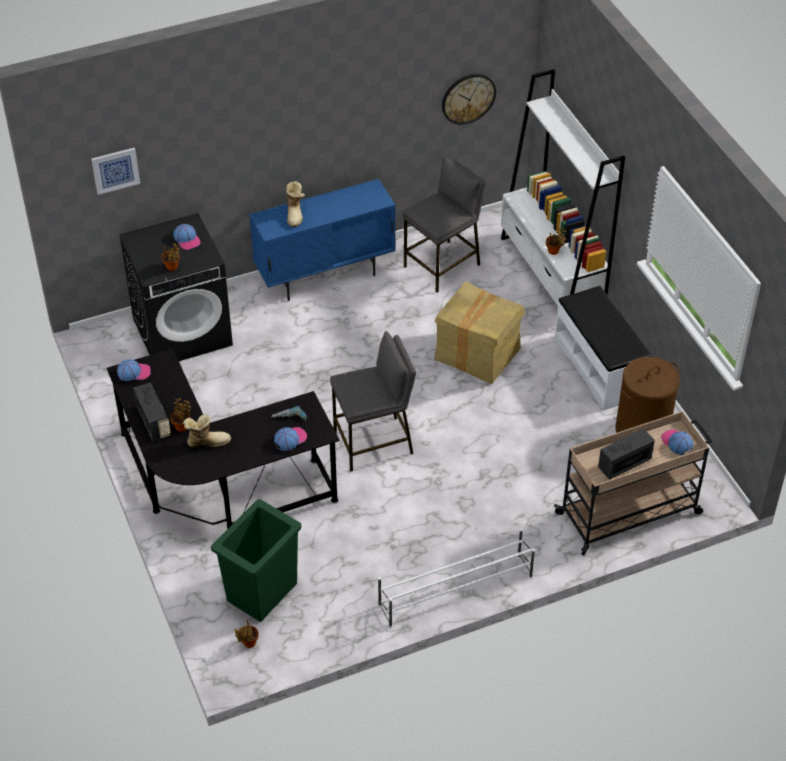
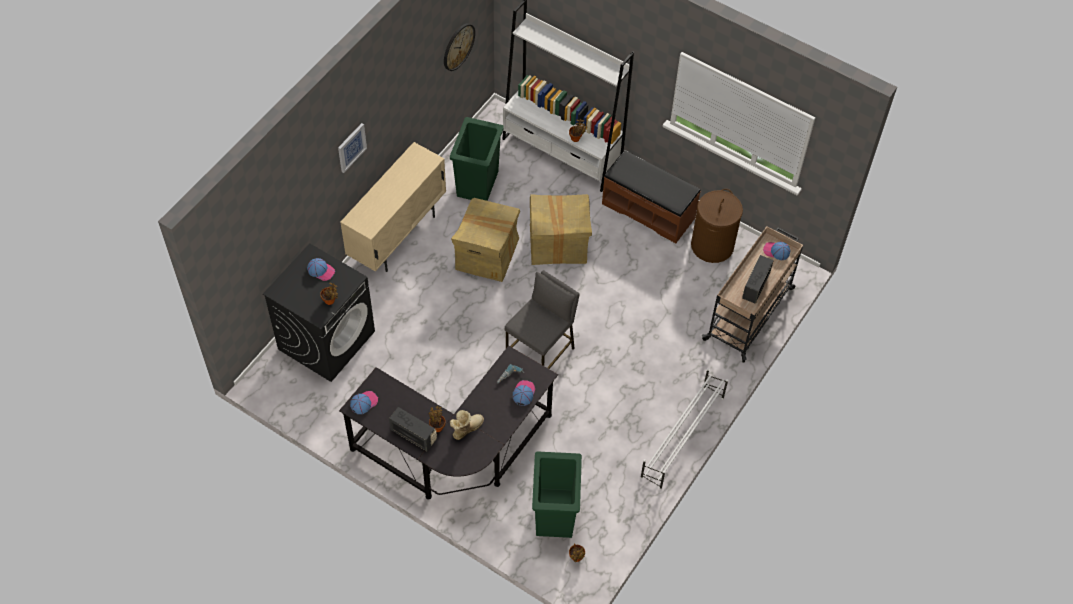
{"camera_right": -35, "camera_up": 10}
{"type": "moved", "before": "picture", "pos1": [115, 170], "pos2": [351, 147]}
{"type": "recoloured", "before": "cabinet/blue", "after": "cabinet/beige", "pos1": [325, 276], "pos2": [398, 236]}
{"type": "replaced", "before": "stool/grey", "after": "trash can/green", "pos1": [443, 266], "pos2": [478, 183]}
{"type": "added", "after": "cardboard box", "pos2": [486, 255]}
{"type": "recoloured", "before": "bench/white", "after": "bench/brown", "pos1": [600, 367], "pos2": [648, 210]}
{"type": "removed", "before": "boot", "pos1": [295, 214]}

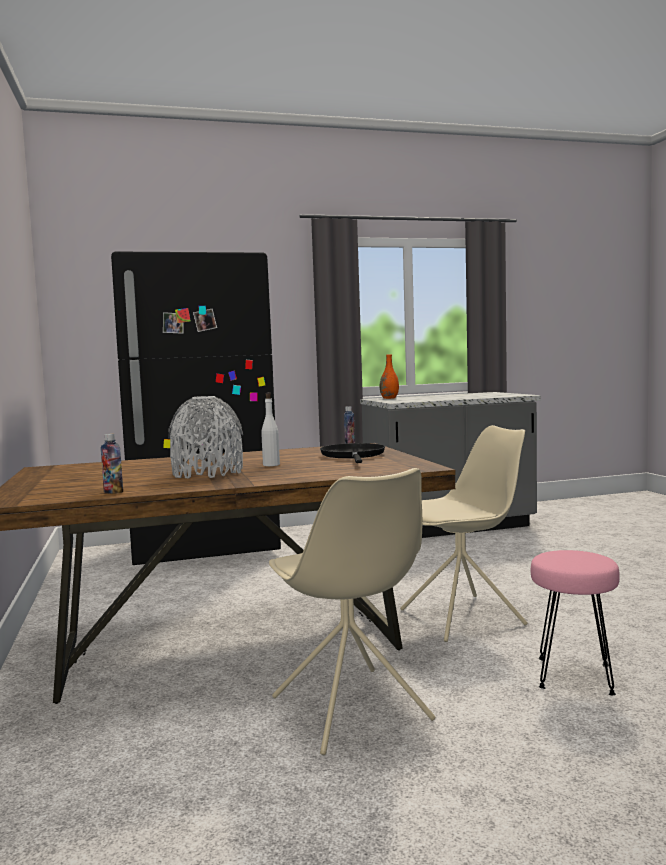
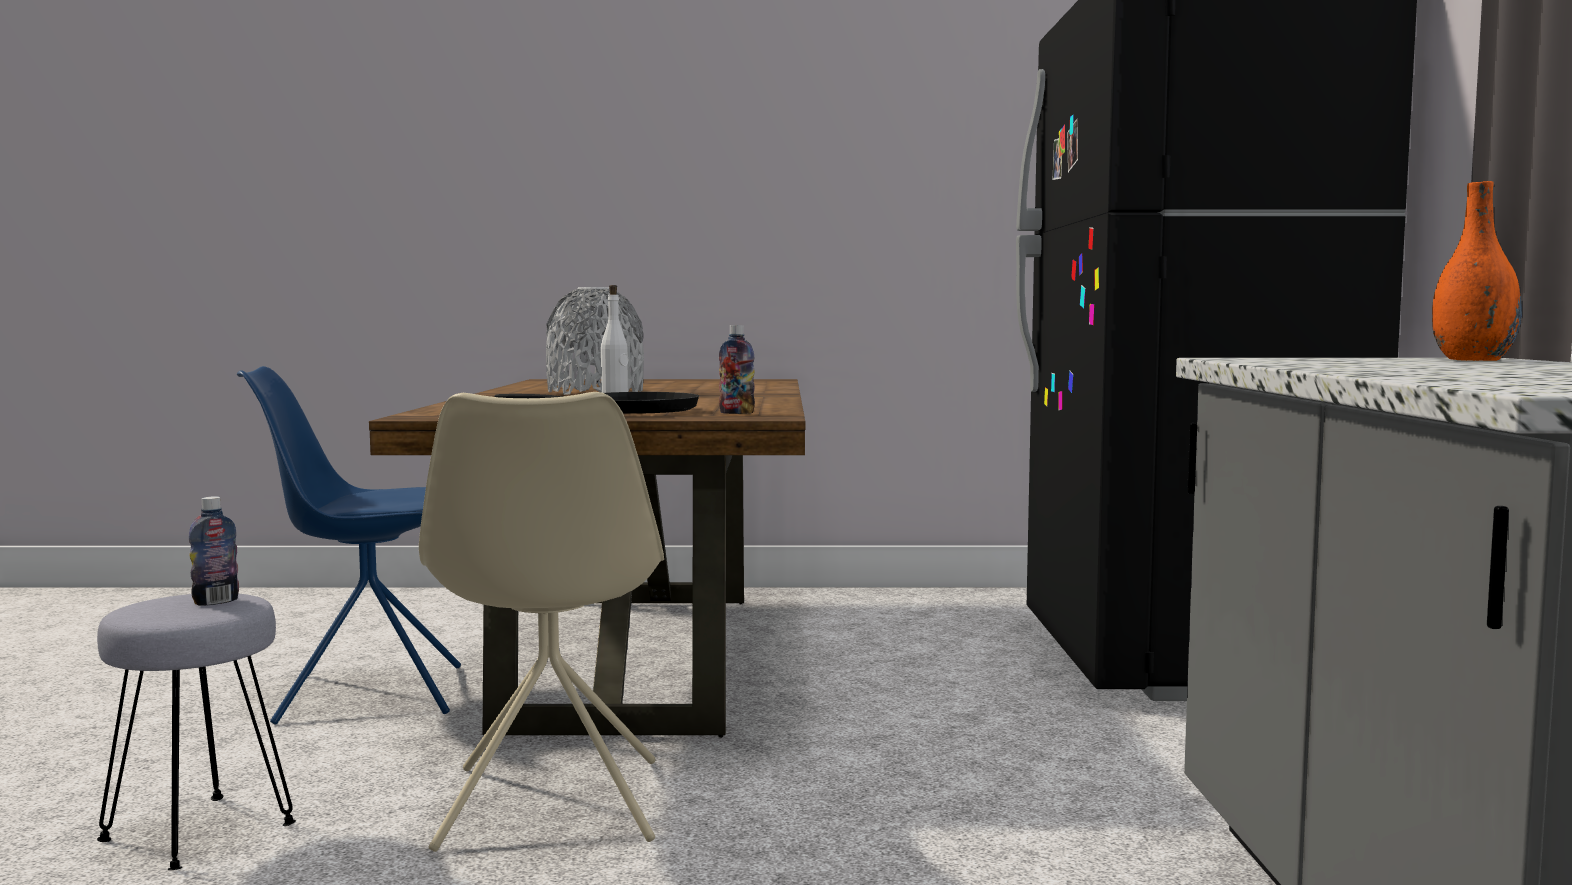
{"camera_right": 105, "camera_up": 0}
{"type": "recoloured", "before": "stool/pink", "after": "stool/grey", "pos1": [573, 676], "pos2": [201, 831]}
{"type": "moved", "before": "bottle", "pos1": [113, 492], "pos2": [216, 602]}
{"type": "recoloured", "before": "chair/beige", "after": "chair/blue", "pos1": [351, 710], "pos2": [367, 694]}

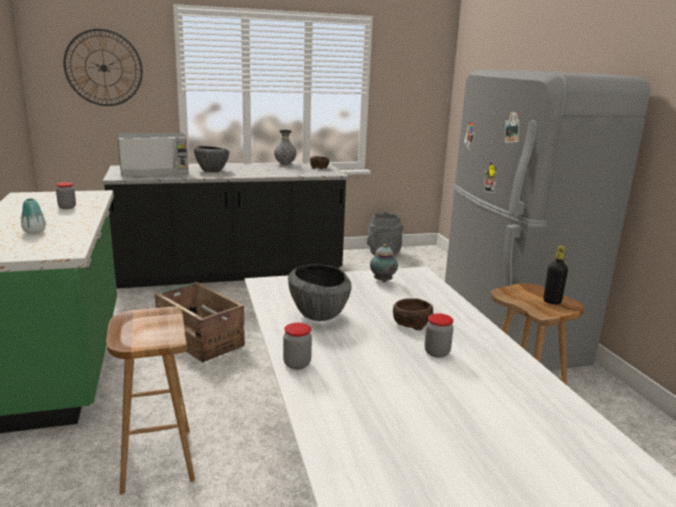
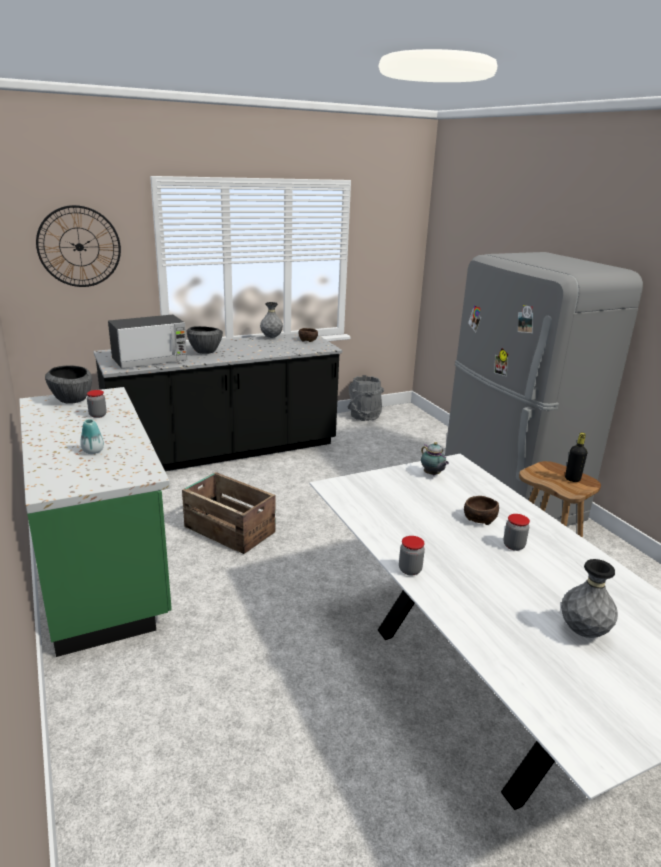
{"camera_right": -10, "camera_up": 5}
{"type": "moved", "before": "bowl", "pos1": [319, 315], "pos2": [72, 400]}
{"type": "added", "after": "vase/grey", "pos2": [583, 632]}
{"type": "removed", "before": "stool/brown", "pos1": [156, 459]}

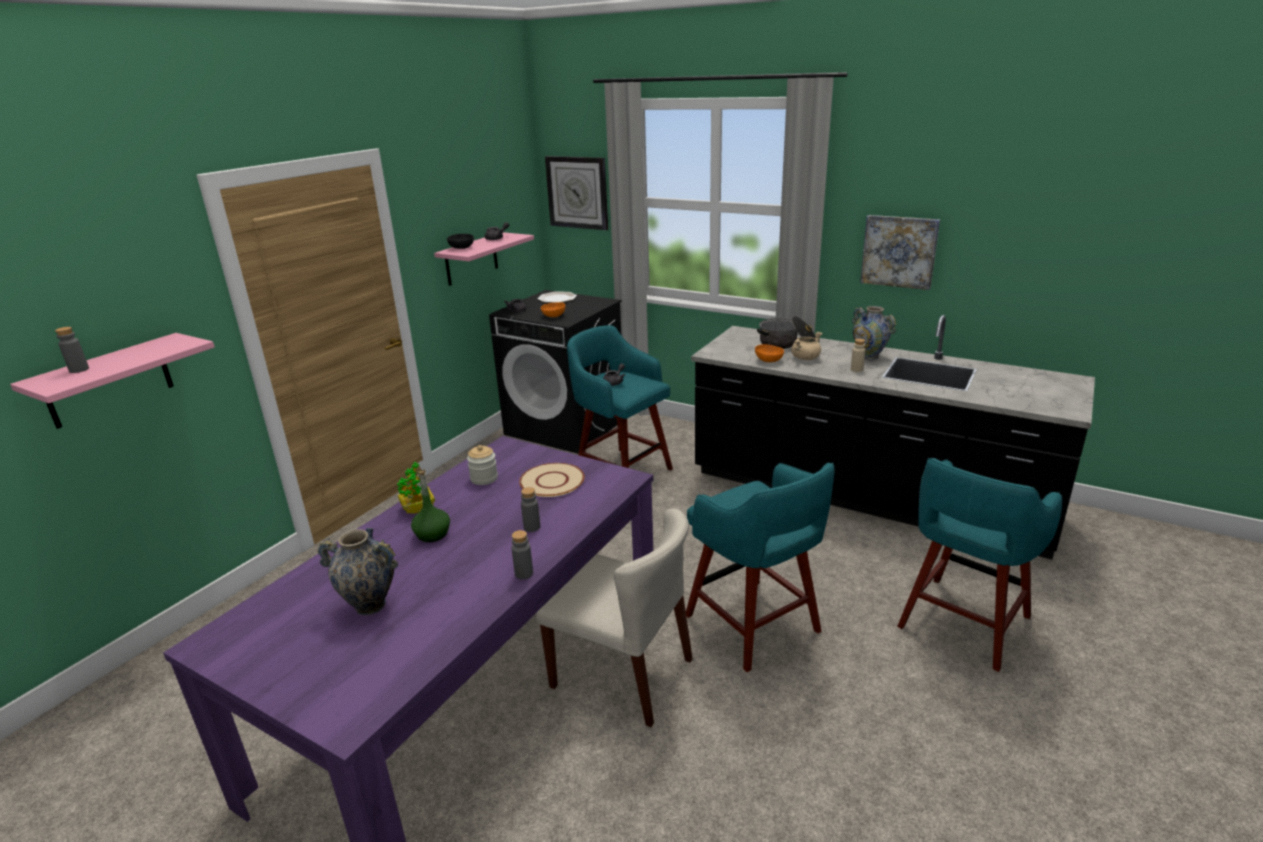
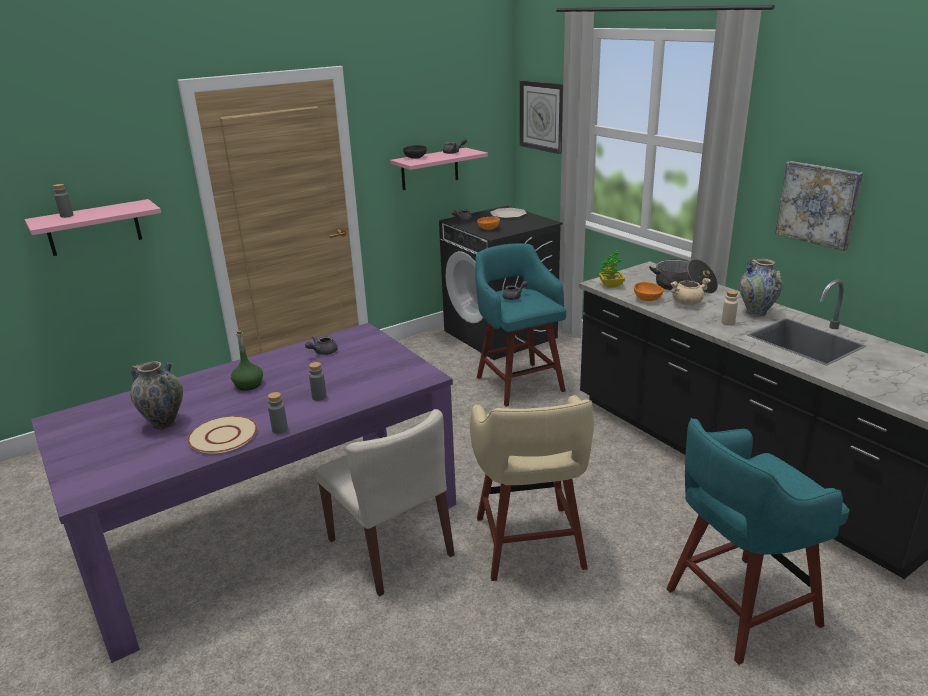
{"camera_right": 25, "camera_up": 0}
{"type": "moved", "before": "plate/beige", "pos1": [551, 481], "pos2": [223, 436]}
{"type": "replaced", "before": "jar", "after": "teapot/grey", "pos1": [484, 478], "pos2": [322, 352]}
{"type": "recoloured", "before": "stool/turquoise", "after": "stool/beige", "pos1": [754, 626], "pos2": [529, 545]}
{"type": "moved", "before": "potted plant", "pos1": [418, 509], "pos2": [611, 285]}

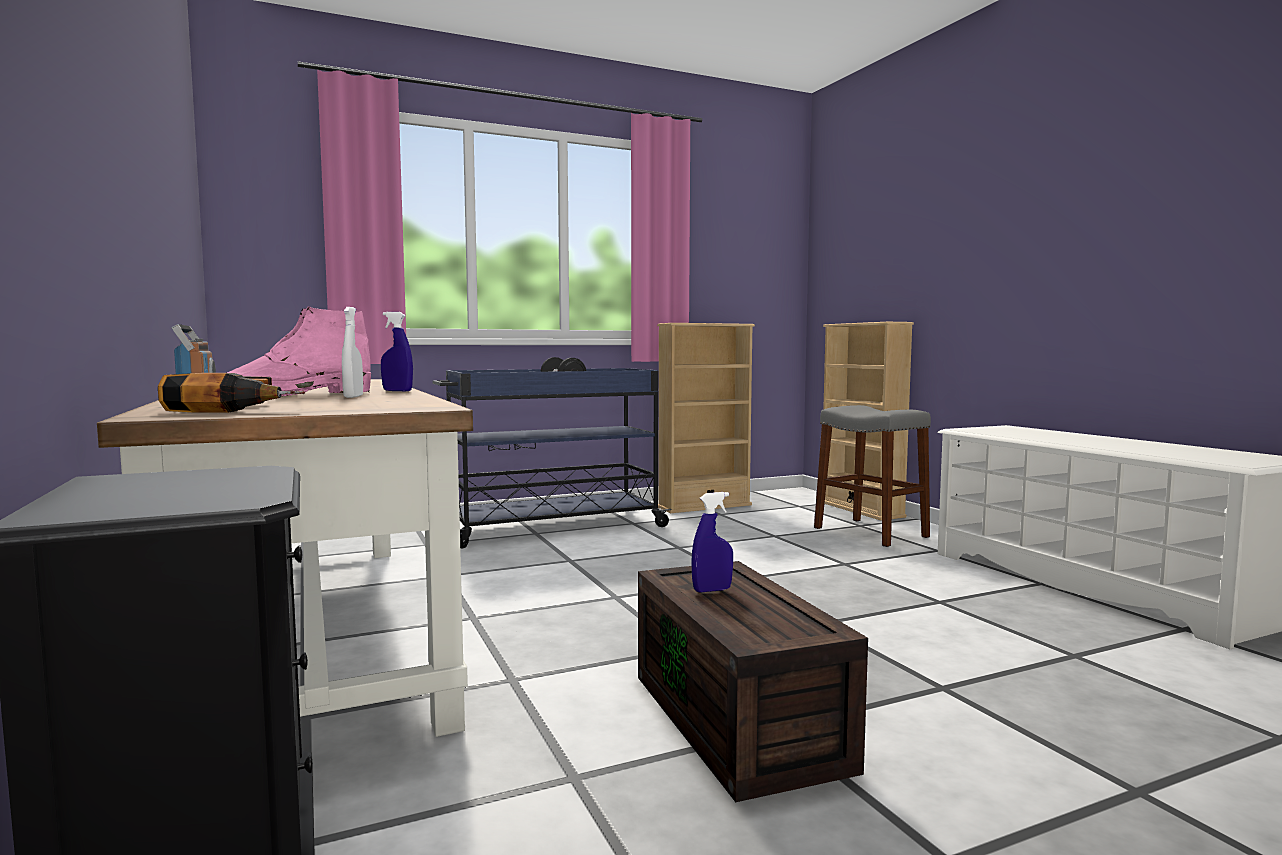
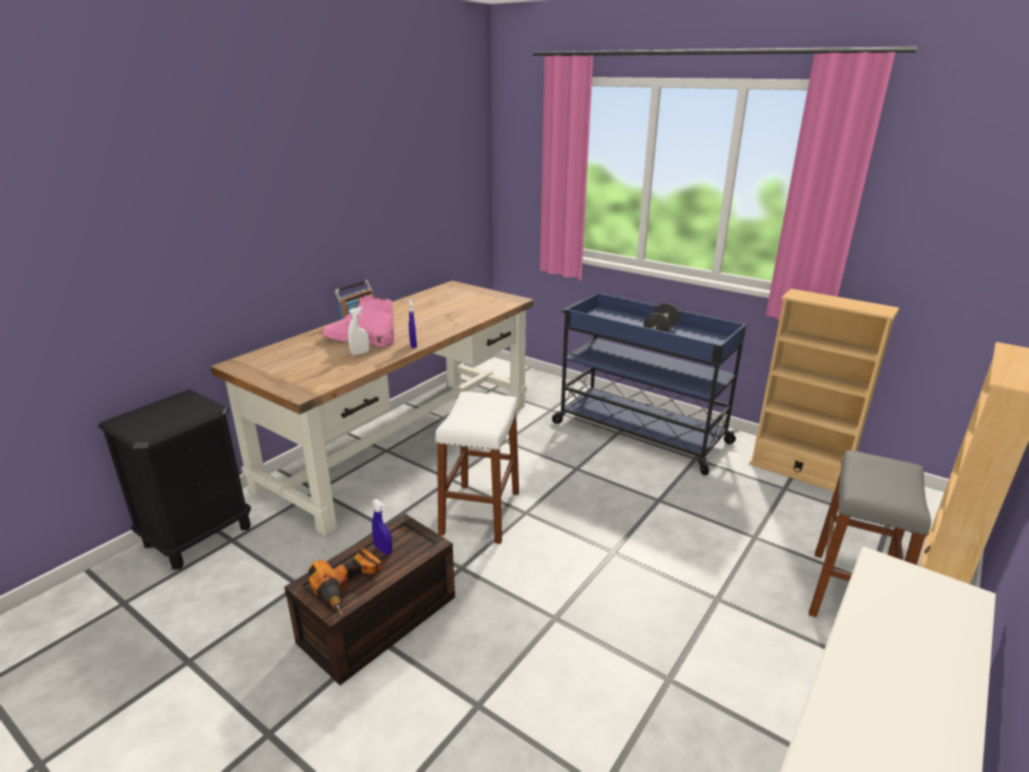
{"camera_right": 60, "camera_up": 20}
{"type": "moved", "before": "power drill", "pos1": [242, 408], "pos2": [349, 586]}
{"type": "added", "after": "stool/white", "pos2": [480, 512]}

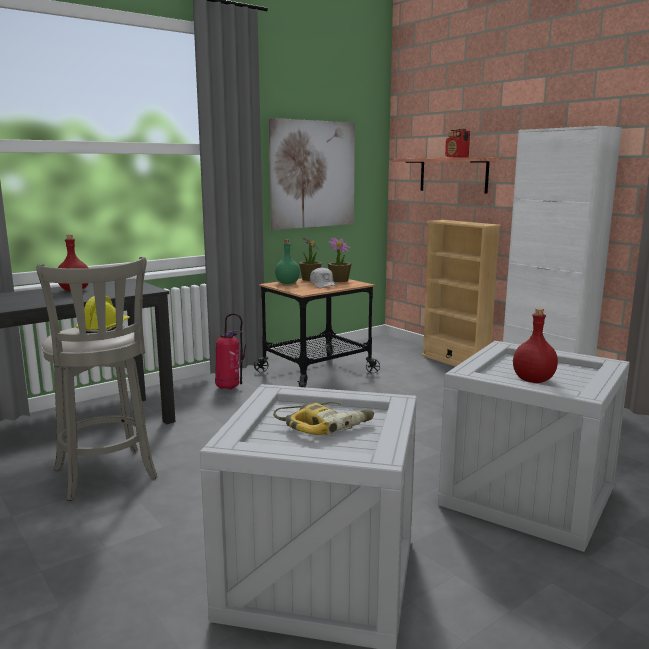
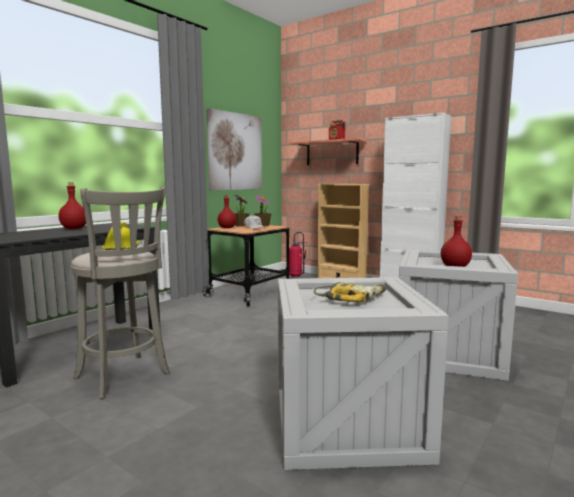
{"camera_right": -15, "camera_up": -5}
{"type": "recoloured", "before": "bottle/green", "after": "bottle/red", "pos1": [287, 283], "pos2": [226, 228]}
{"type": "moved", "before": "fire extinguisher", "pos1": [229, 387], "pos2": [296, 276]}

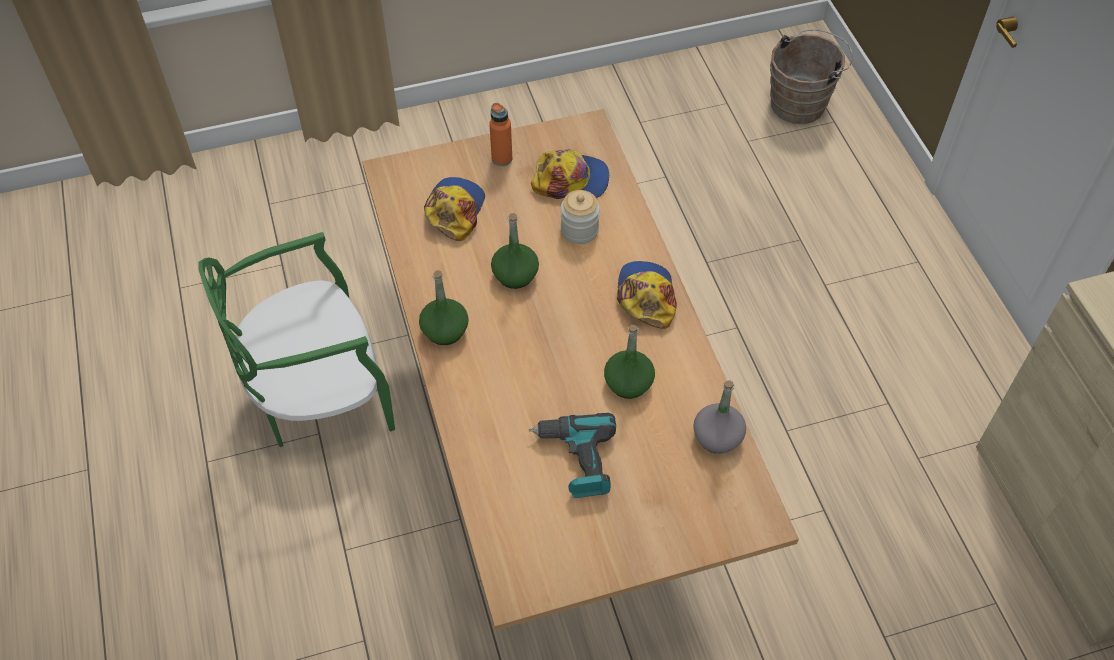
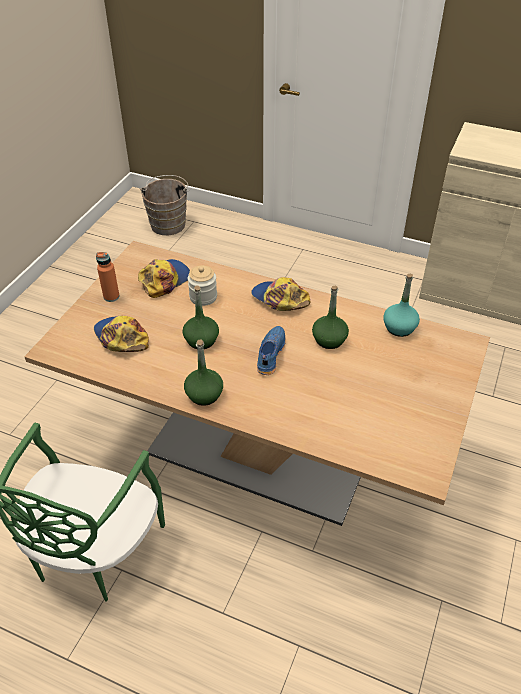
{"camera_right": -50, "camera_up": -10}
{"type": "added", "after": "shoe/blue", "pos2": [270, 355]}
{"type": "recoloured", "before": "bottle/grey", "after": "bottle/turquoise", "pos1": [717, 437], "pos2": [399, 328]}
{"type": "removed", "before": "power drill", "pos1": [577, 460]}

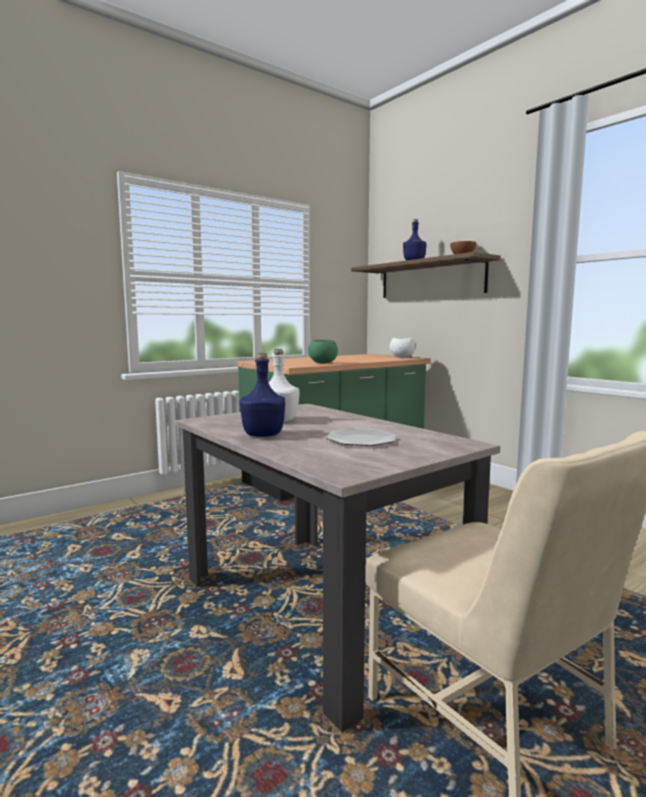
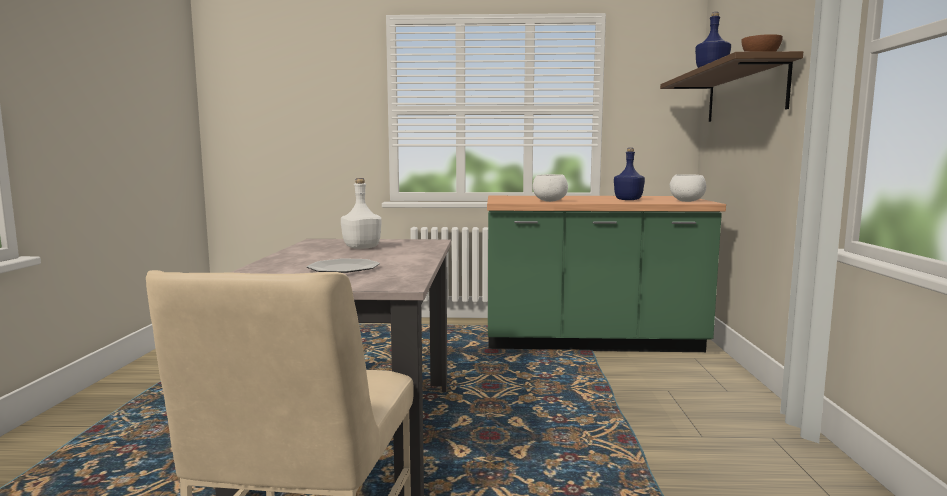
{"camera_right": 40, "camera_up": 0}
{"type": "recoloured", "before": "bowl/green", "after": "bowl/white", "pos1": [322, 363], "pos2": [549, 201]}
{"type": "moved", "before": "bottle/blue", "pos1": [264, 435], "pos2": [629, 200]}

